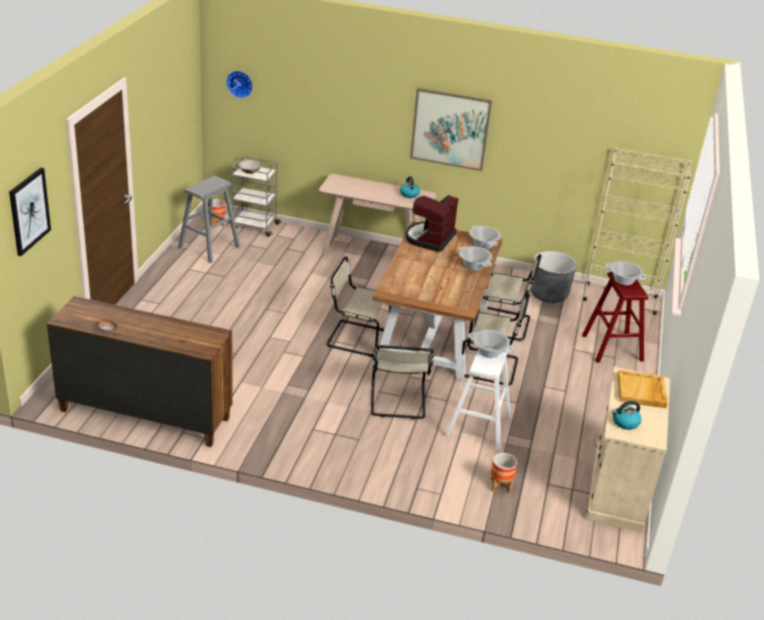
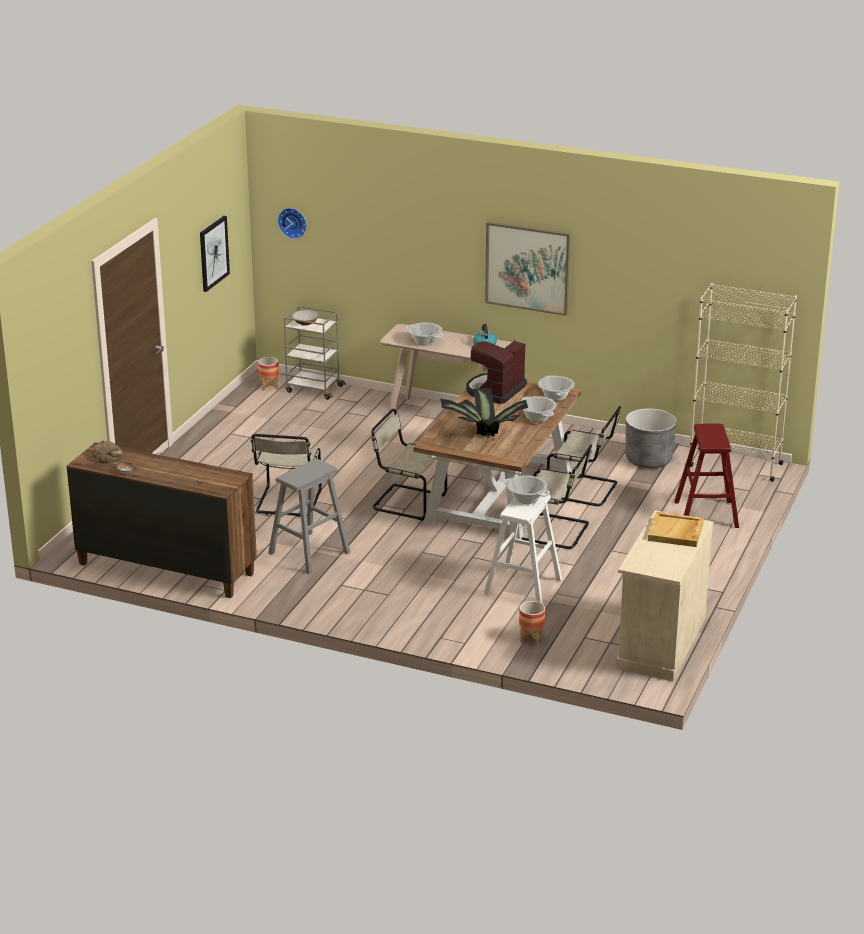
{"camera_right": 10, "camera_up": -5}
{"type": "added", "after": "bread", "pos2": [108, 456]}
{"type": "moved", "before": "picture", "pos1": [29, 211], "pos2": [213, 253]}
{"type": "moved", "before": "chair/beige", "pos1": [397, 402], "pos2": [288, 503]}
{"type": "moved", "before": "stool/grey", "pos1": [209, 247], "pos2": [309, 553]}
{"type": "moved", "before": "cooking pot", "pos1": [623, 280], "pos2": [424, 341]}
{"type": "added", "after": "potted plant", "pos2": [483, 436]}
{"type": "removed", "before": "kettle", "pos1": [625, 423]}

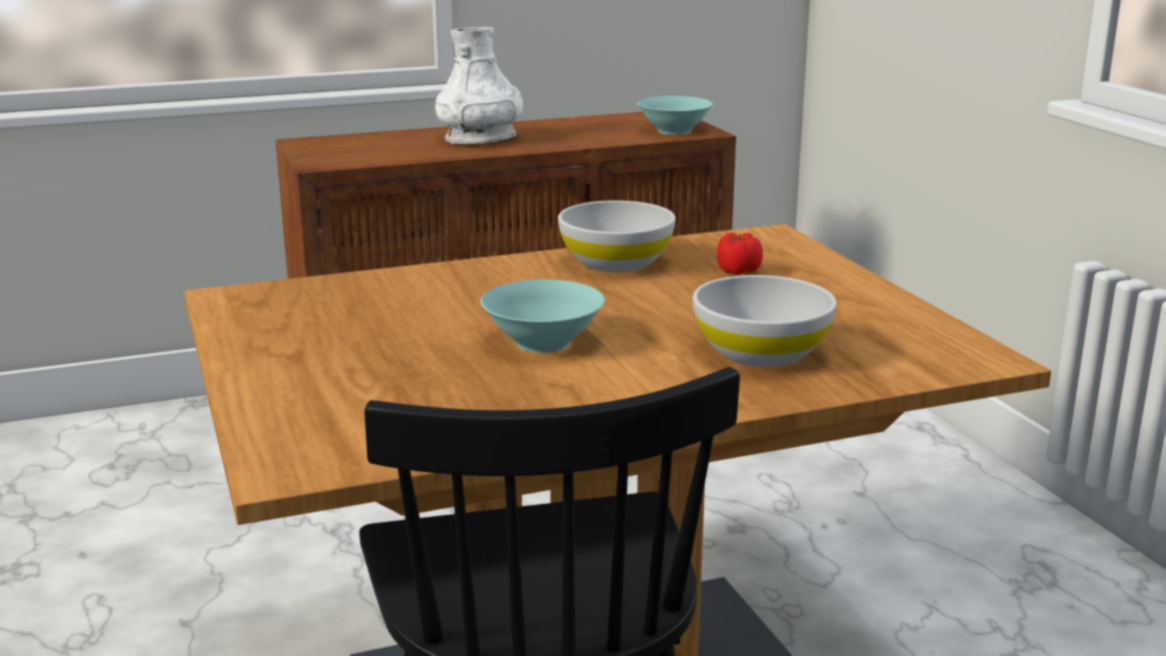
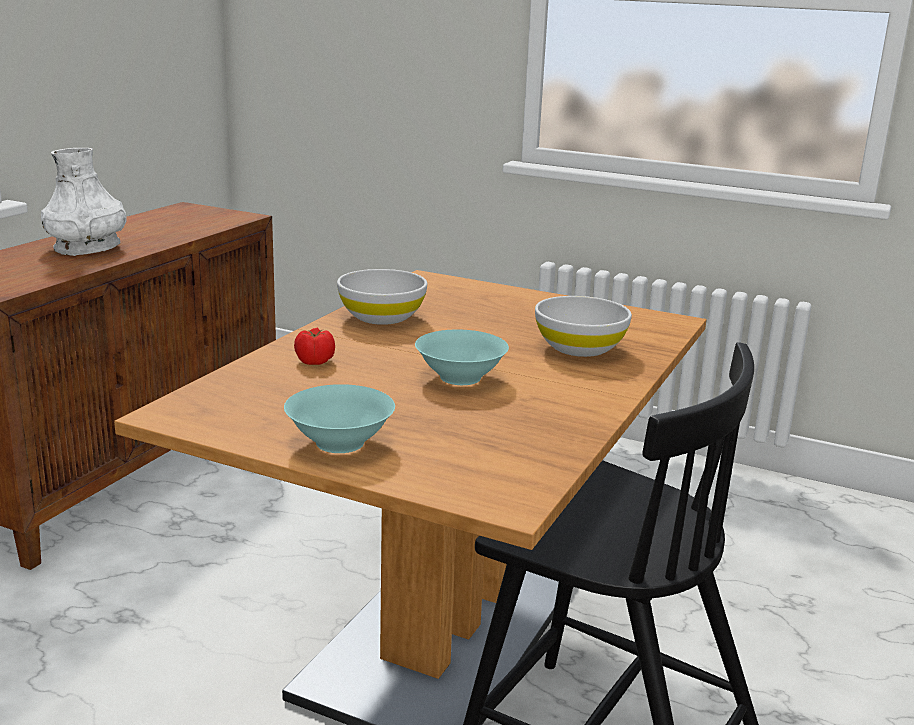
{"camera_right": -45, "camera_up": 0}
{"type": "moved", "before": "bowl/turquoise", "pos1": [674, 131], "pos2": [341, 443]}
{"type": "moved", "before": "tomato", "pos1": [737, 271], "pos2": [314, 361]}

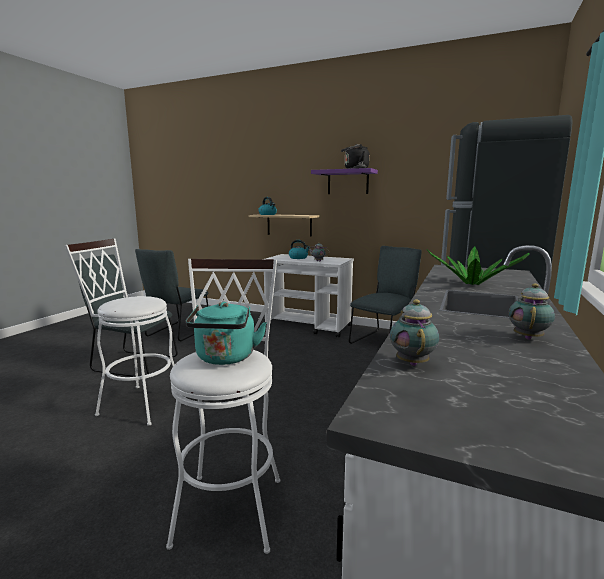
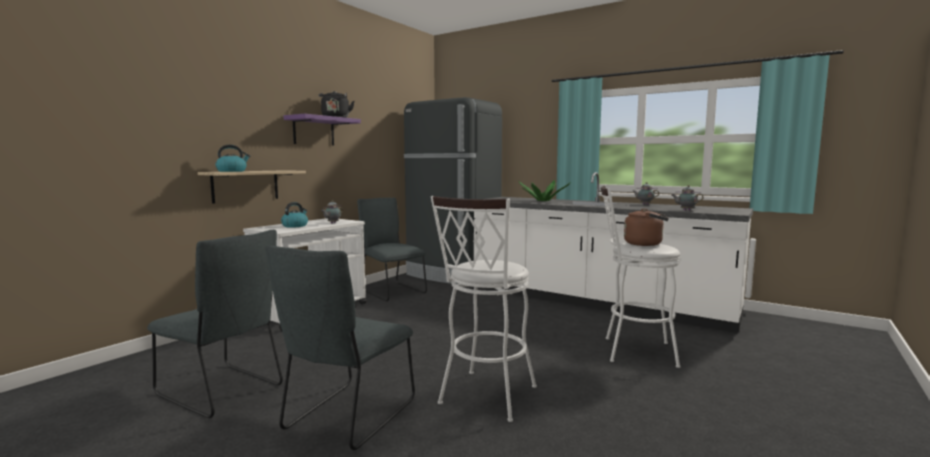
{"camera_right": -80, "camera_up": -5}
{"type": "recoloured", "before": "kettle/turquoise", "after": "kettle/brown", "pos1": [225, 358], "pos2": [645, 244]}

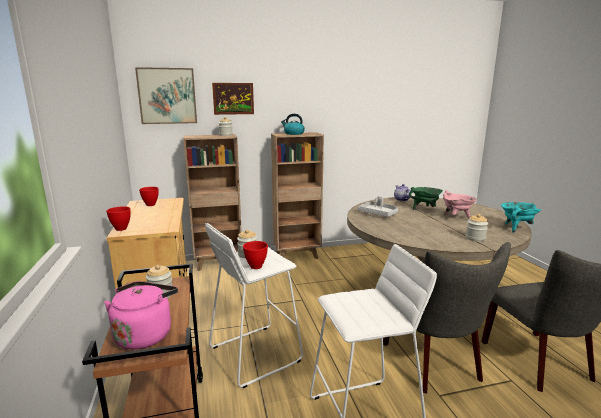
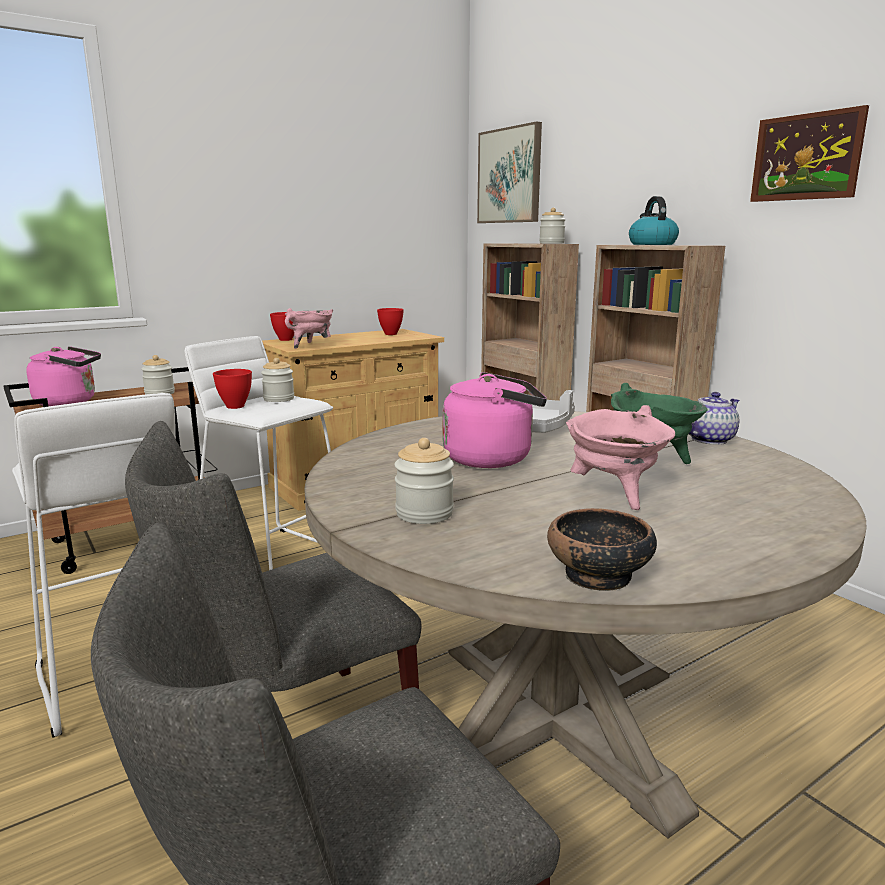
{"camera_right": 70, "camera_up": 0}
{"type": "added", "after": "cooking pot/pink", "pos2": [311, 346]}
{"type": "added", "after": "kettle/pink", "pos2": [493, 458]}
{"type": "replaced", "before": "cooking pot/turquoise", "after": "bowl", "pos1": [516, 228], "pos2": [598, 576]}
{"type": "moved", "before": "picture", "pos1": [233, 98], "pos2": [806, 157]}

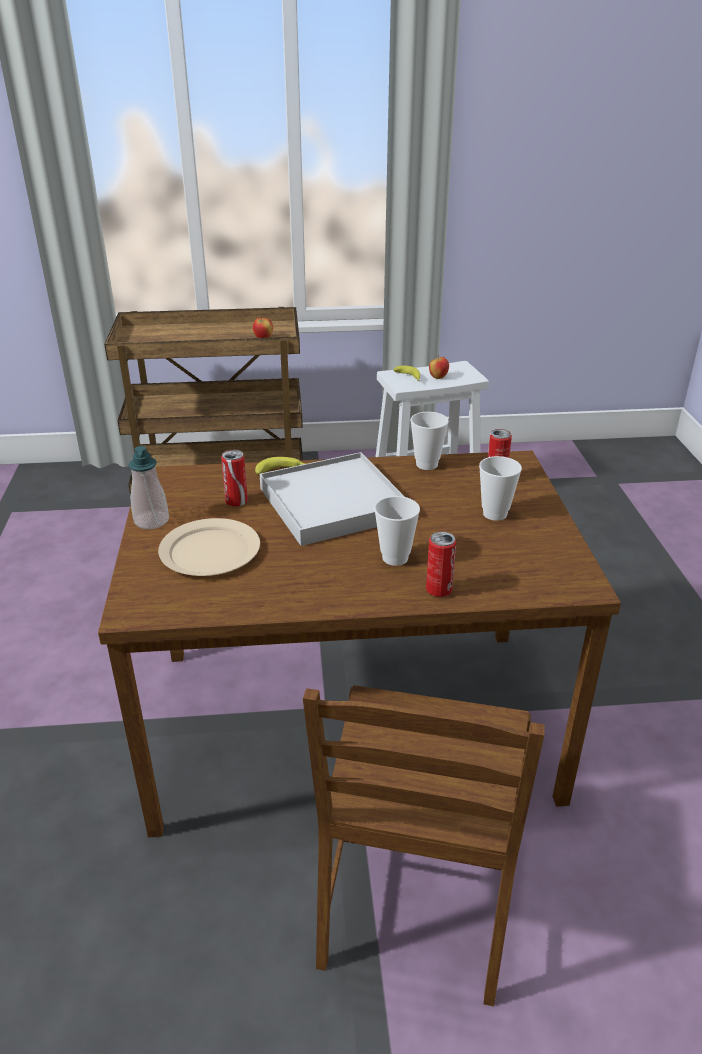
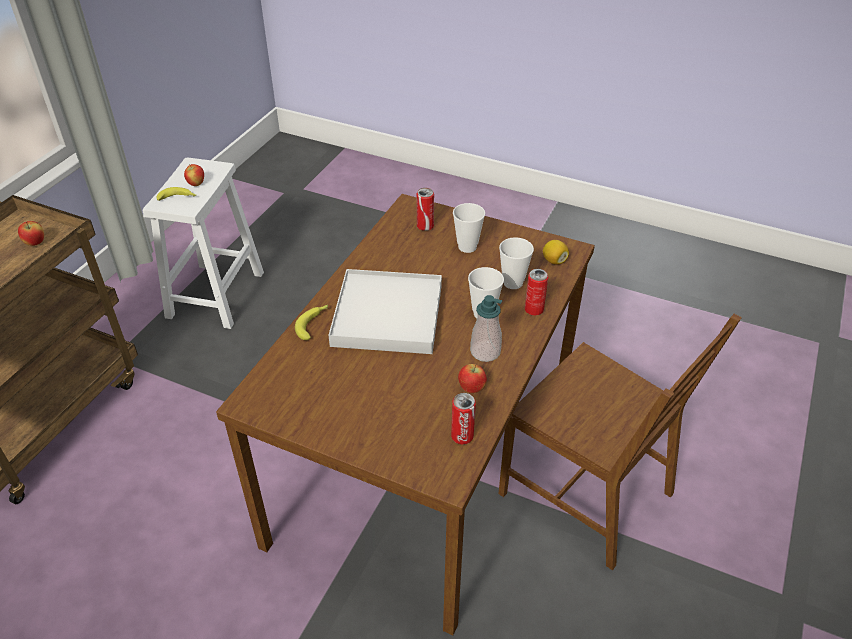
{"camera_right": -60, "camera_up": 10}
{"type": "moved", "before": "can", "pos1": [236, 502], "pos2": [462, 436]}
{"type": "added", "after": "apple", "pos2": [471, 389]}
{"type": "moved", "before": "soap dispenser", "pos1": [151, 521], "pos2": [485, 352]}
{"type": "moved", "before": "cup", "pos1": [426, 464], "pos2": [513, 283]}
{"type": "added", "after": "lemon", "pos2": [554, 261]}
{"type": "removed", "before": "plate/beige", "pos1": [211, 551]}

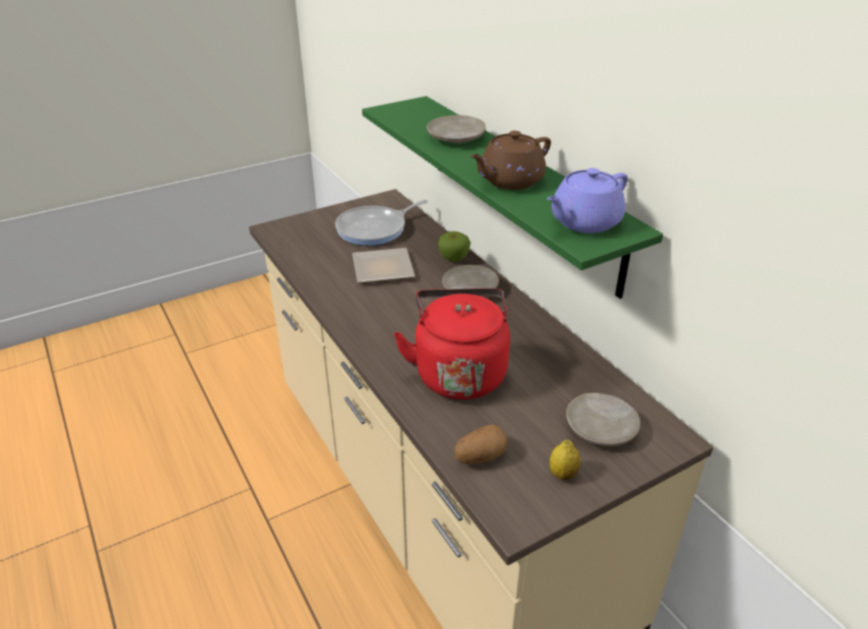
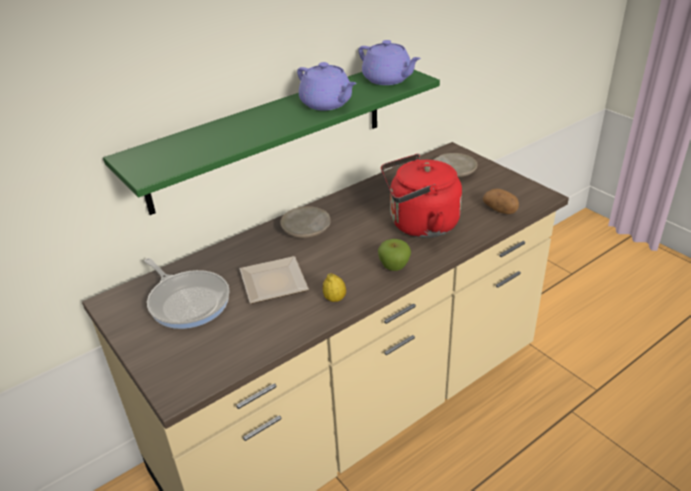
{"camera_right": -95, "camera_up": 0}
{"type": "recoloured", "before": "teapot/brown", "after": "teapot/purple", "pos1": [510, 181], "pos2": [327, 104]}
{"type": "moved", "before": "lemon", "pos1": [563, 474], "pos2": [335, 299]}
{"type": "moved", "before": "apple", "pos1": [453, 259], "pos2": [394, 267]}
{"type": "removed", "before": "plate/beige", "pos1": [455, 138]}

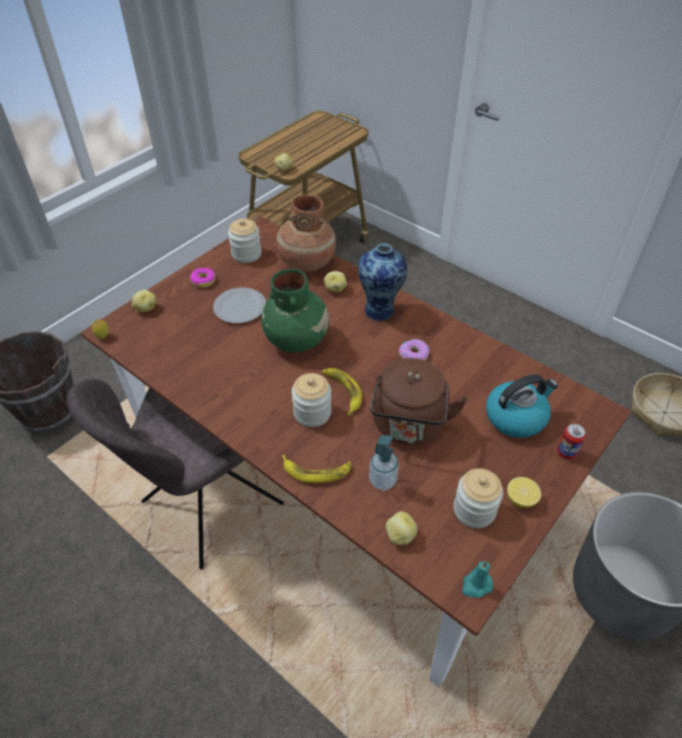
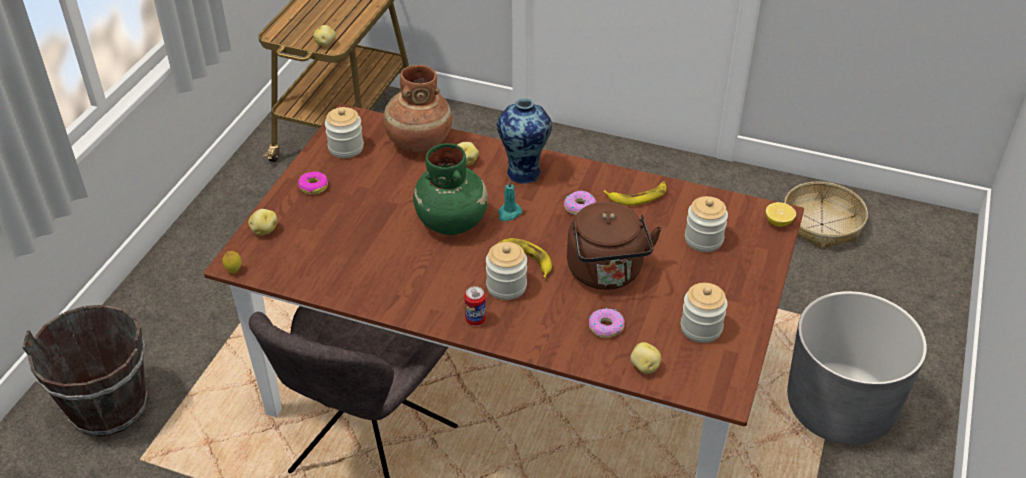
{"camera_right": -20, "camera_up": -5}
{"type": "moved", "before": "can", "pos1": [566, 452], "pos2": [475, 319]}
{"type": "moved", "before": "candle/turquoise", "pos1": [476, 585], "pos2": [509, 213]}
{"type": "replaced", "before": "soap dispenser", "after": "donut", "pos1": [382, 481], "pos2": [606, 327]}
{"type": "moved", "before": "banana", "pos1": [316, 470], "pos2": [638, 196]}
{"type": "replaced", "before": "kettle", "after": "jar", "pos1": [516, 417], "pos2": [703, 239]}
{"type": "moved", "before": "lemon", "pos1": [521, 499], "pos2": [778, 222]}
{"type": "removed", "before": "plate", "pos1": [239, 307]}

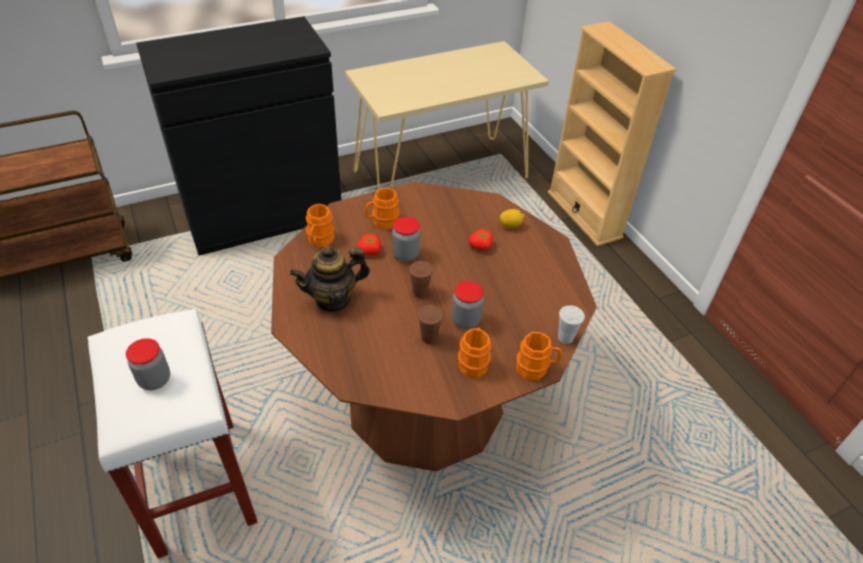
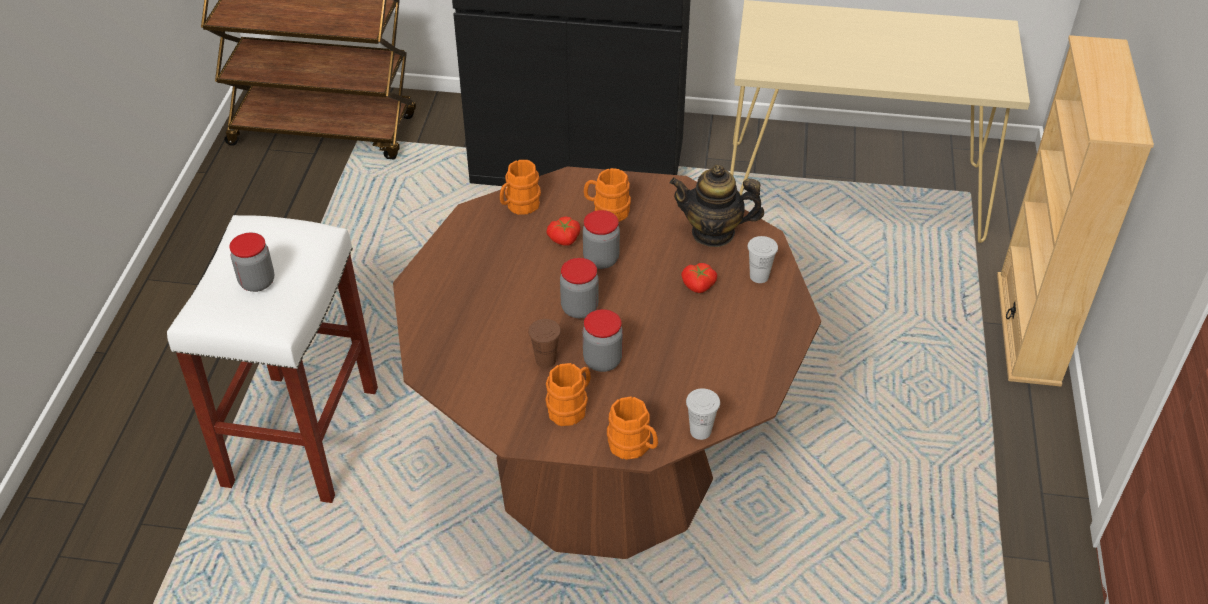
{"camera_right": 35, "camera_up": 0}
{"type": "replaced", "before": "cup/brown", "after": "jar", "pos1": [420, 292], "pos2": [579, 308]}
{"type": "moved", "before": "teapot", "pos1": [333, 299], "pos2": [713, 233]}
{"type": "replaced", "before": "lemon", "after": "cup/white", "pos1": [510, 225], "pos2": [759, 276]}

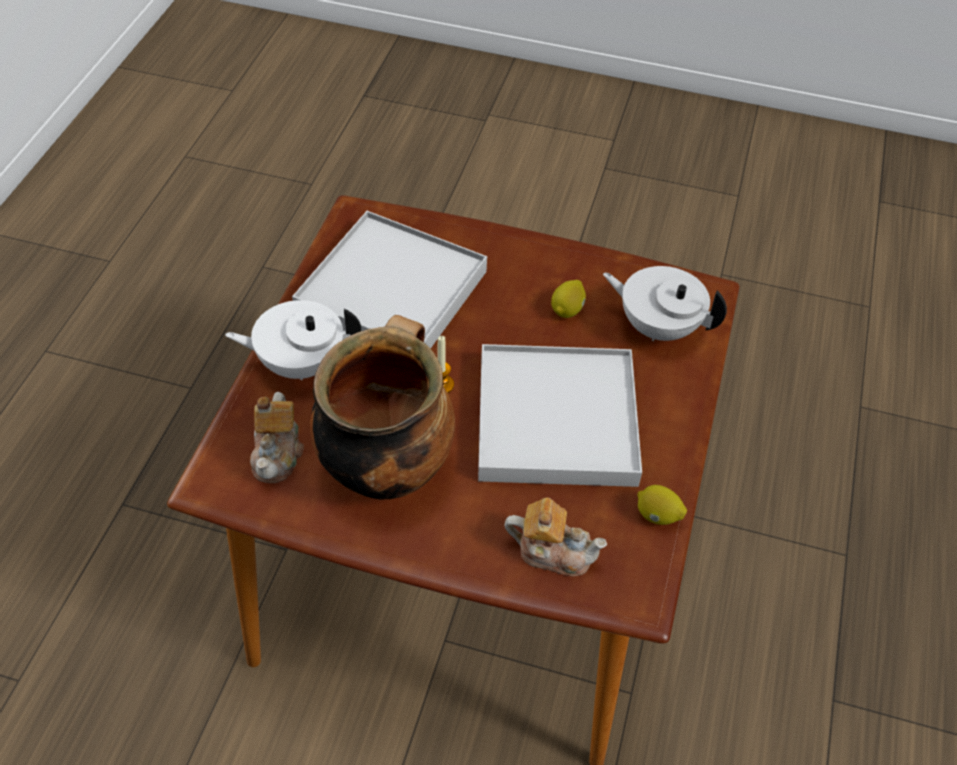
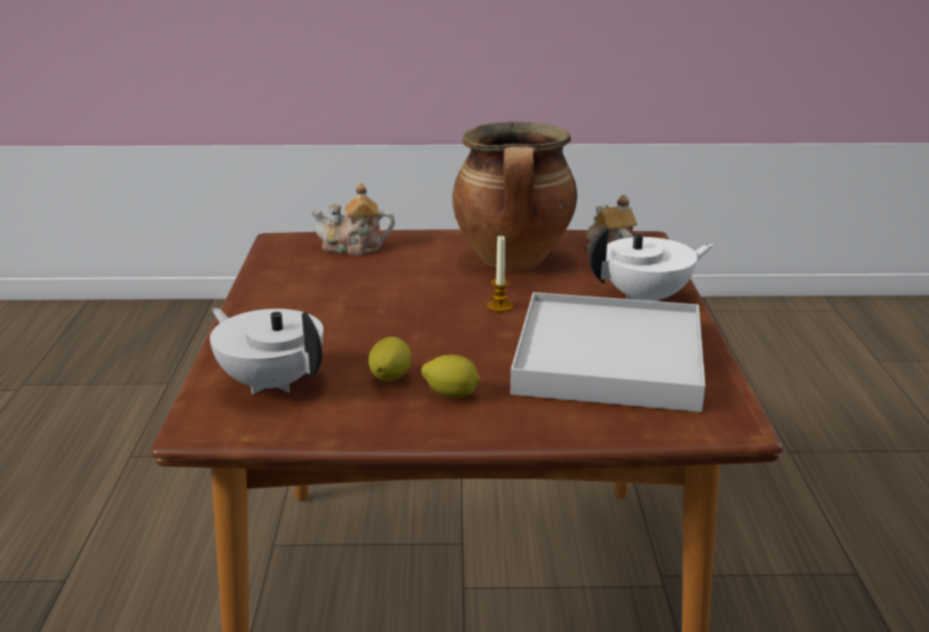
{"camera_right": 165, "camera_up": -25}
{"type": "turned", "before": "teapot/white", "pos1": [658, 326], "pos2": [271, 382], "turn": -150}
{"type": "moved", "before": "lemon", "pos1": [657, 516], "pos2": [451, 395]}
{"type": "removed", "before": "tray/white", "pos1": [556, 420]}

